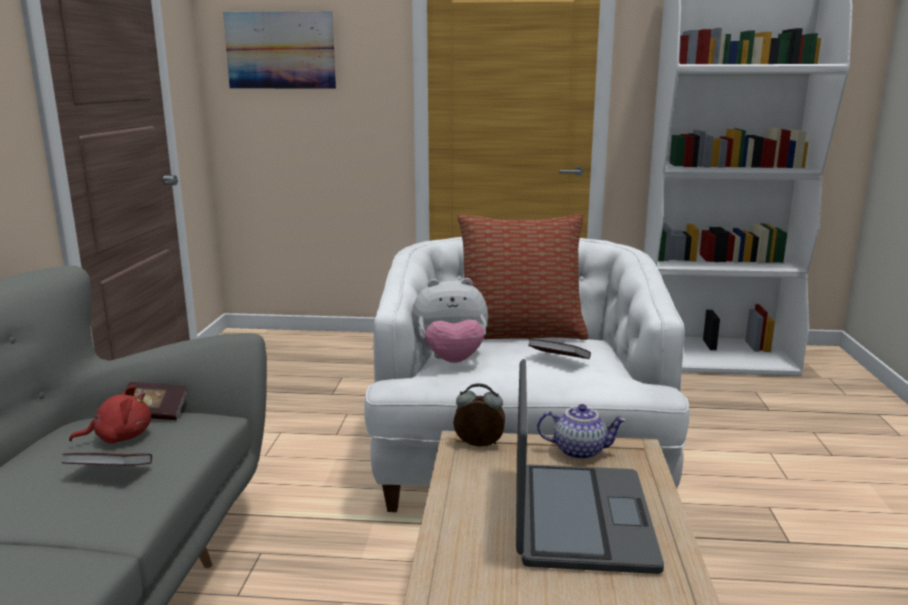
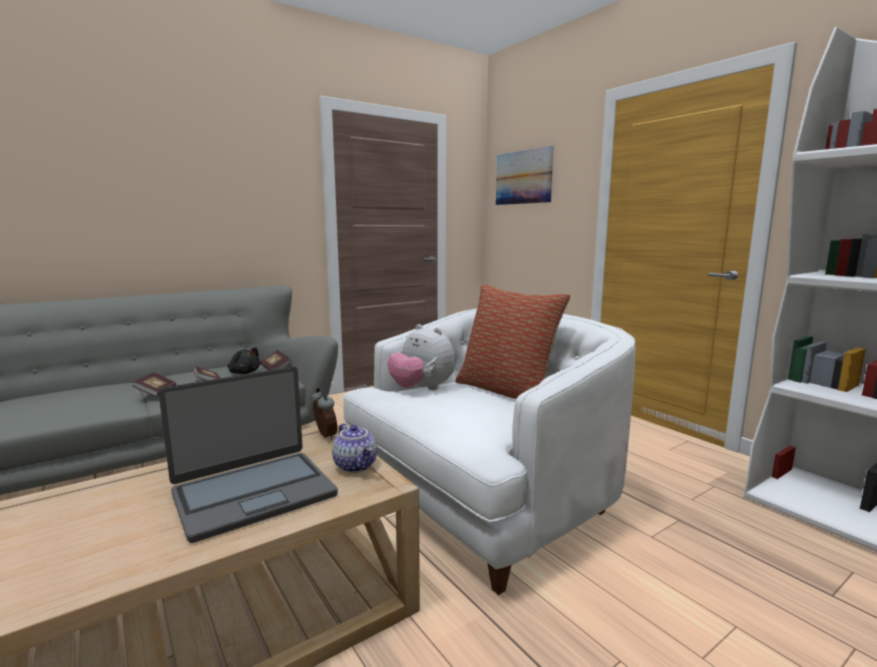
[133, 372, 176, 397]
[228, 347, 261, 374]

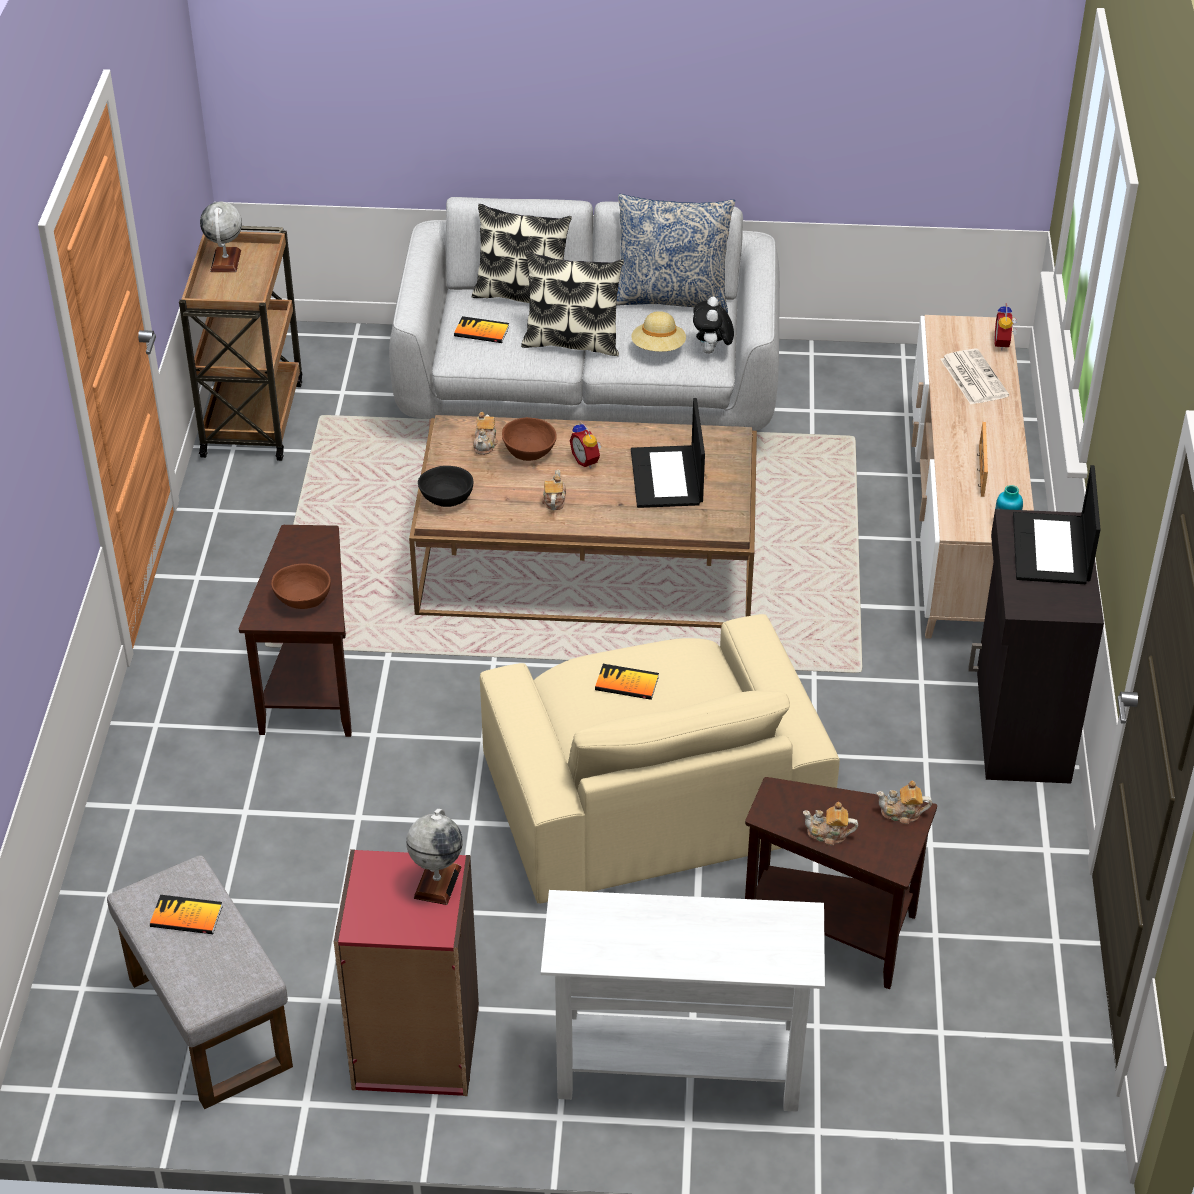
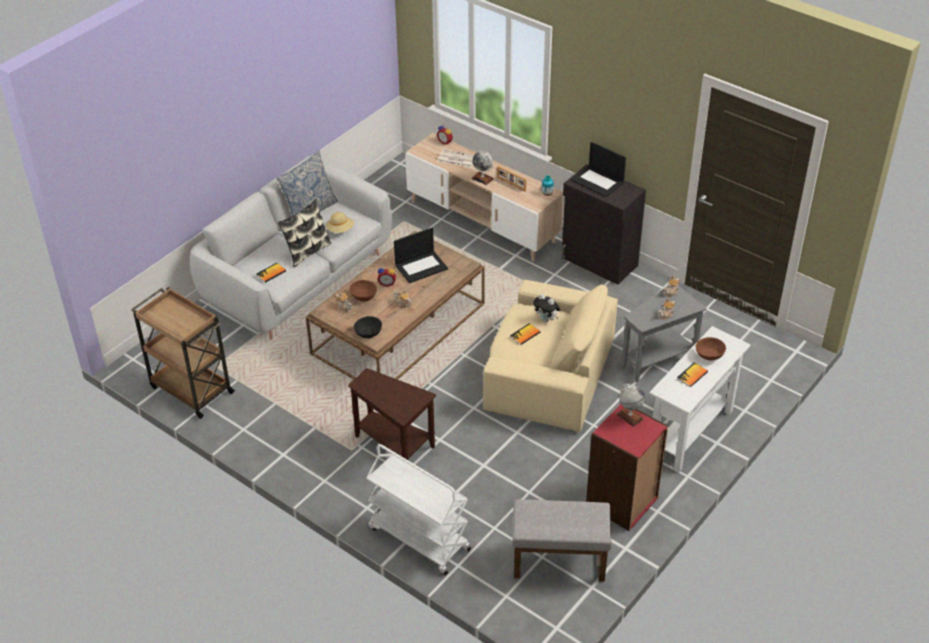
[366, 444, 471, 575]
[394, 228, 448, 283]
[471, 151, 494, 185]
[533, 294, 560, 322]
[621, 285, 707, 383]
[677, 363, 708, 387]
[696, 337, 726, 360]
[472, 204, 572, 303] (first image)

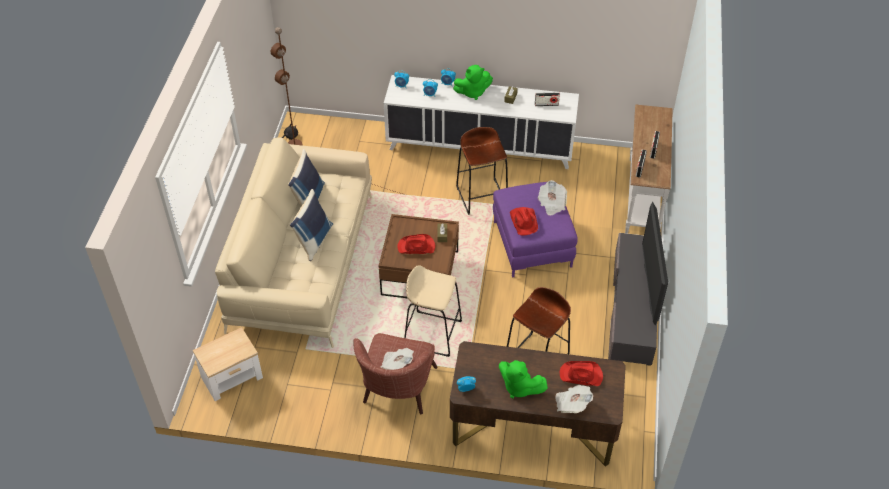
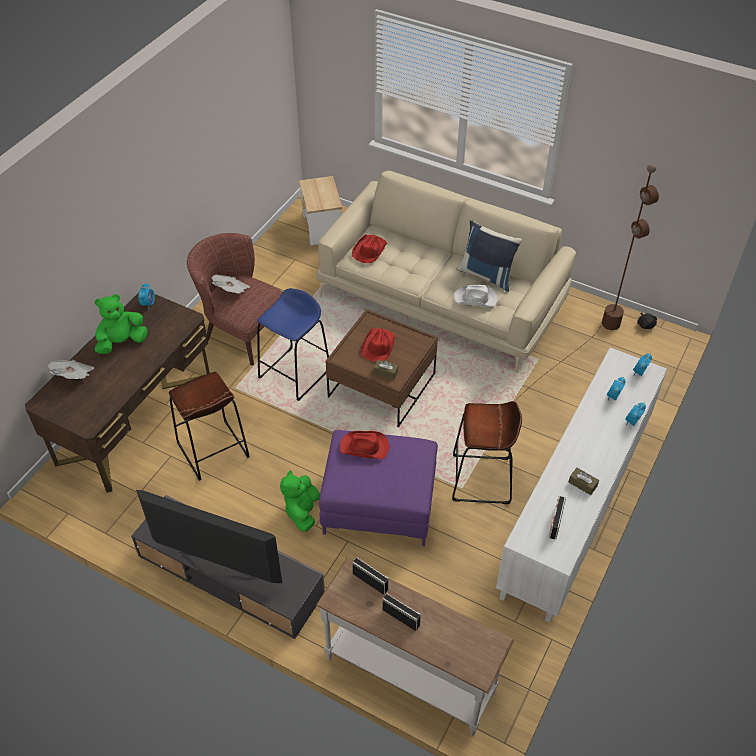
[257, 288, 329, 401]
[280, 470, 320, 532]
[352, 235, 388, 263]
[454, 285, 497, 307]
[290, 189, 333, 261] (first image)
[538, 180, 567, 216] (first image)

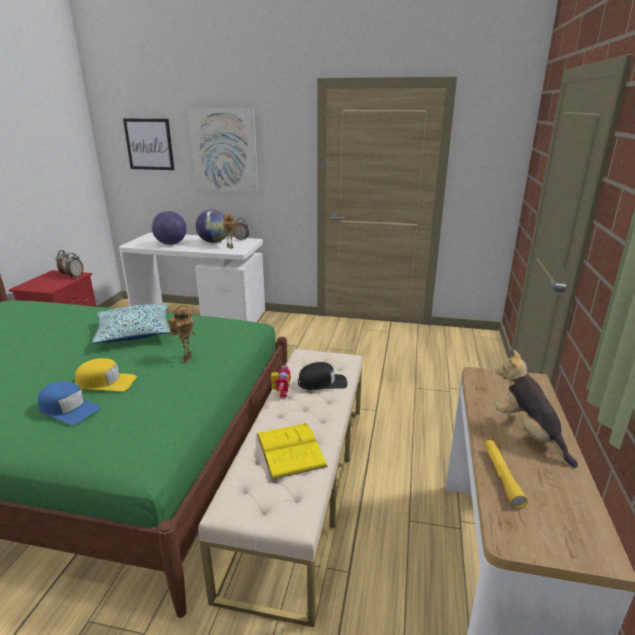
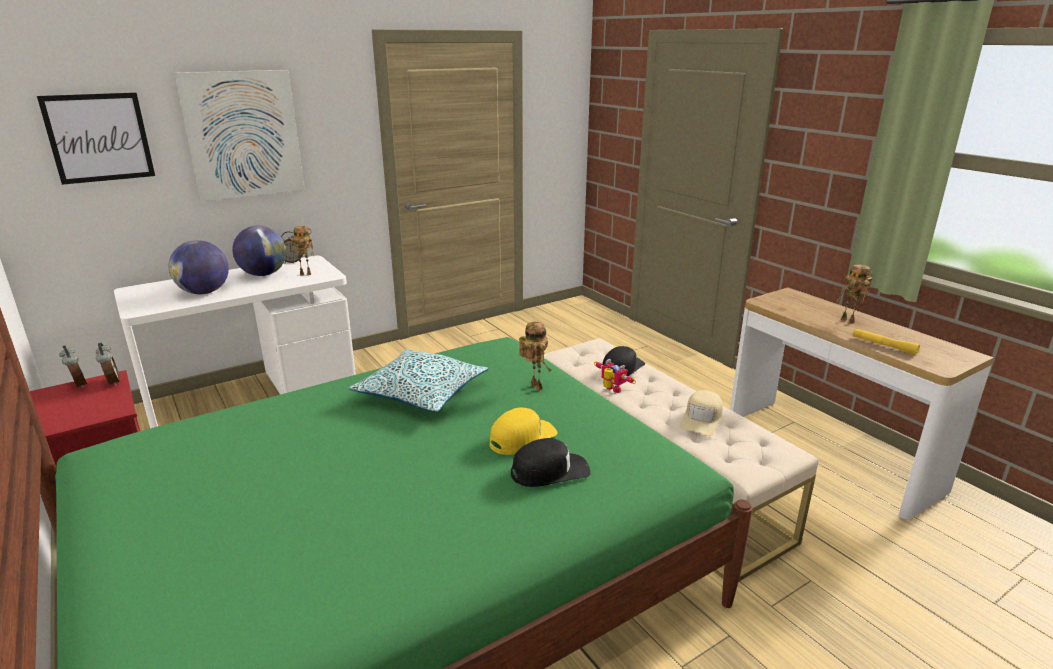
[511, 438, 591, 487]
[680, 390, 723, 436]
[837, 264, 872, 324]

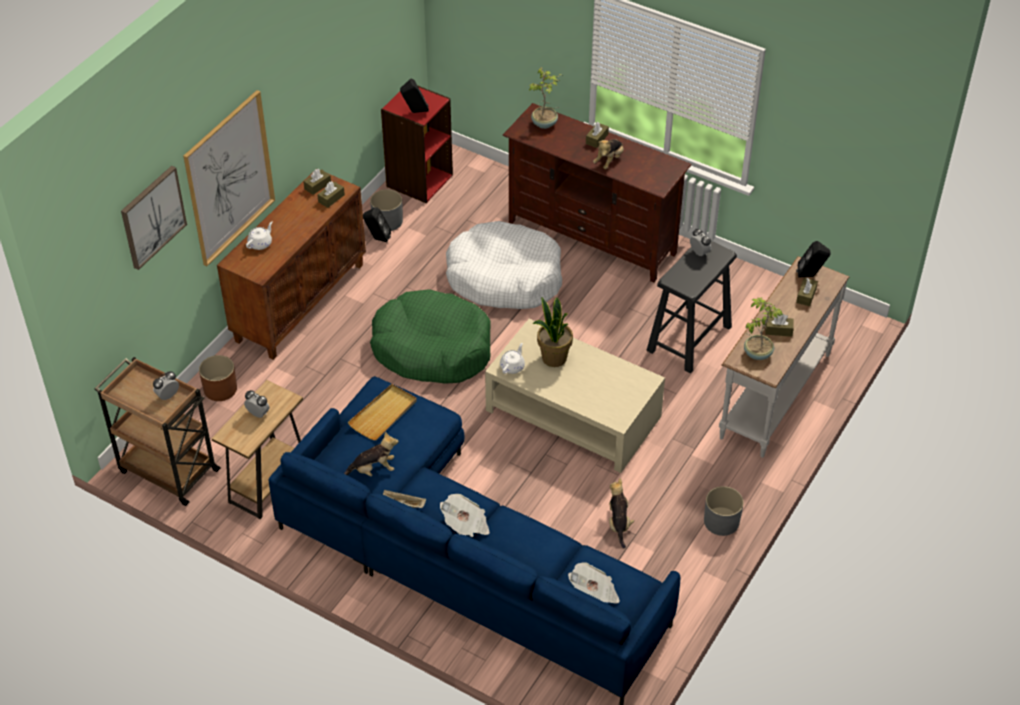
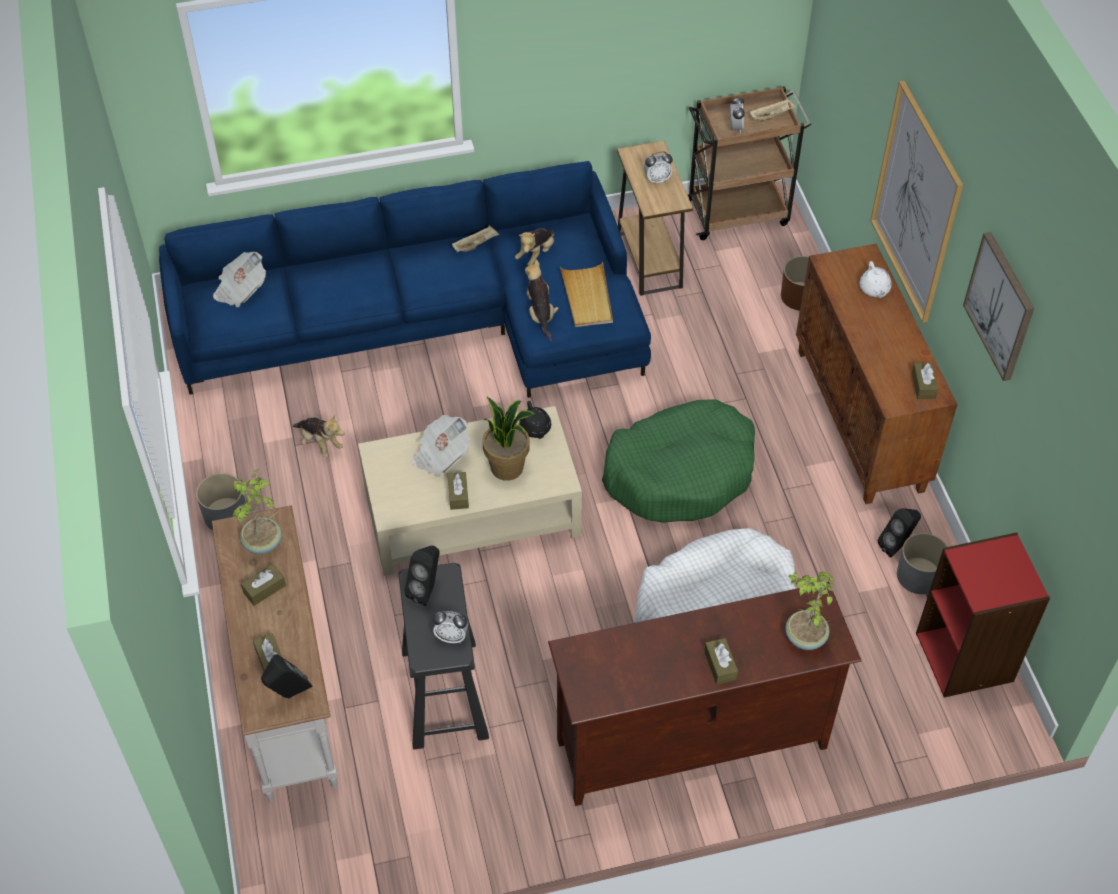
[404, 545, 440, 606]
[411, 415, 471, 477]
[448, 472, 469, 510]
[519, 401, 551, 439]
[525, 259, 559, 340]
[750, 98, 797, 121]
[963, 232, 1034, 381]

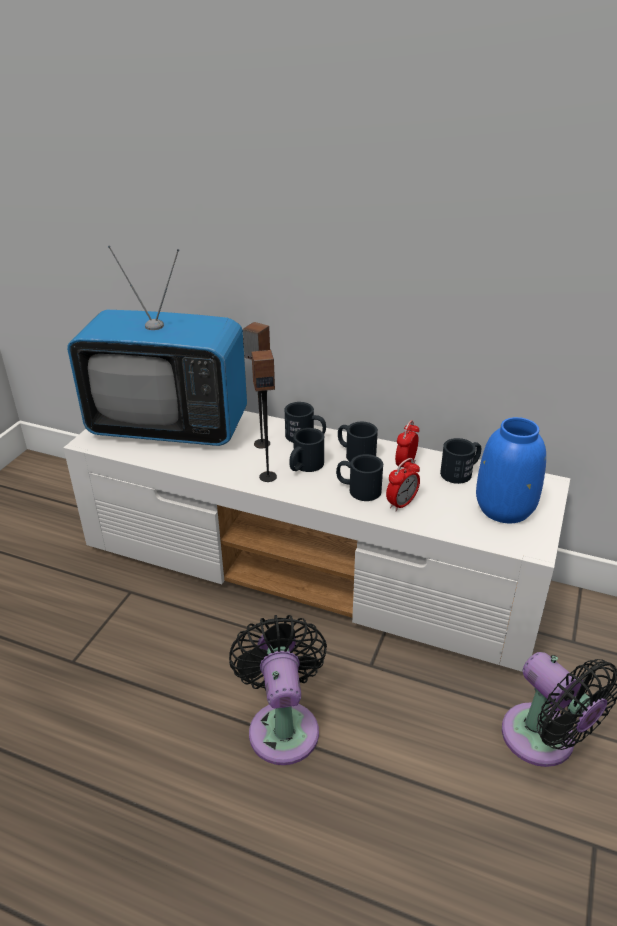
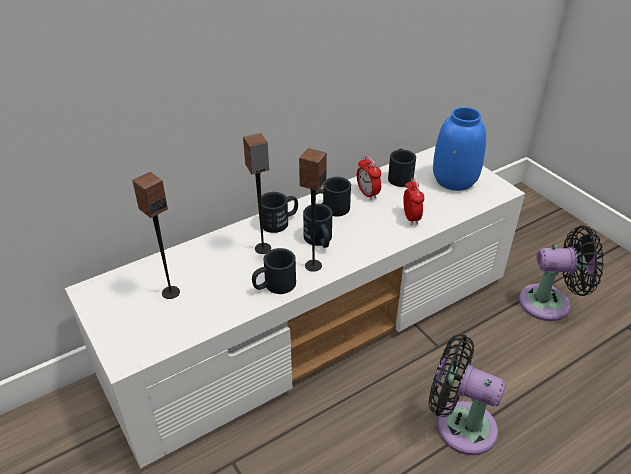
[132, 172, 180, 299]
[252, 248, 296, 294]

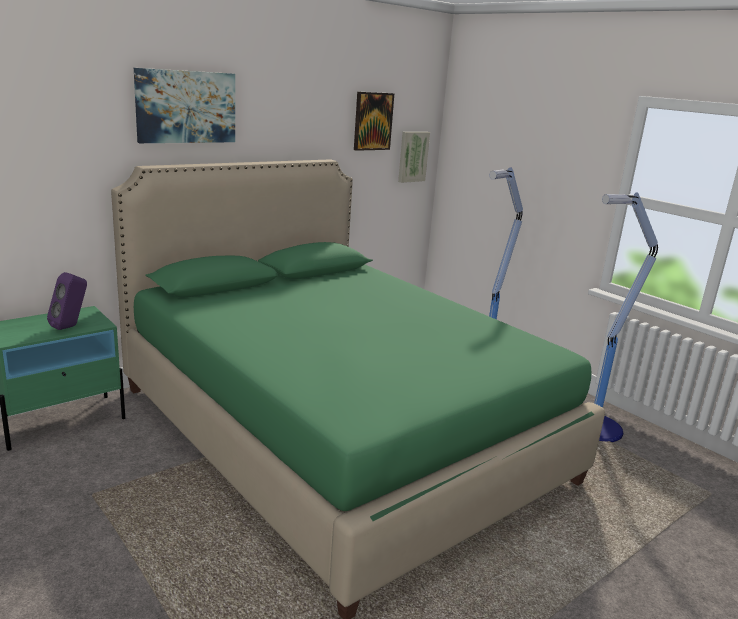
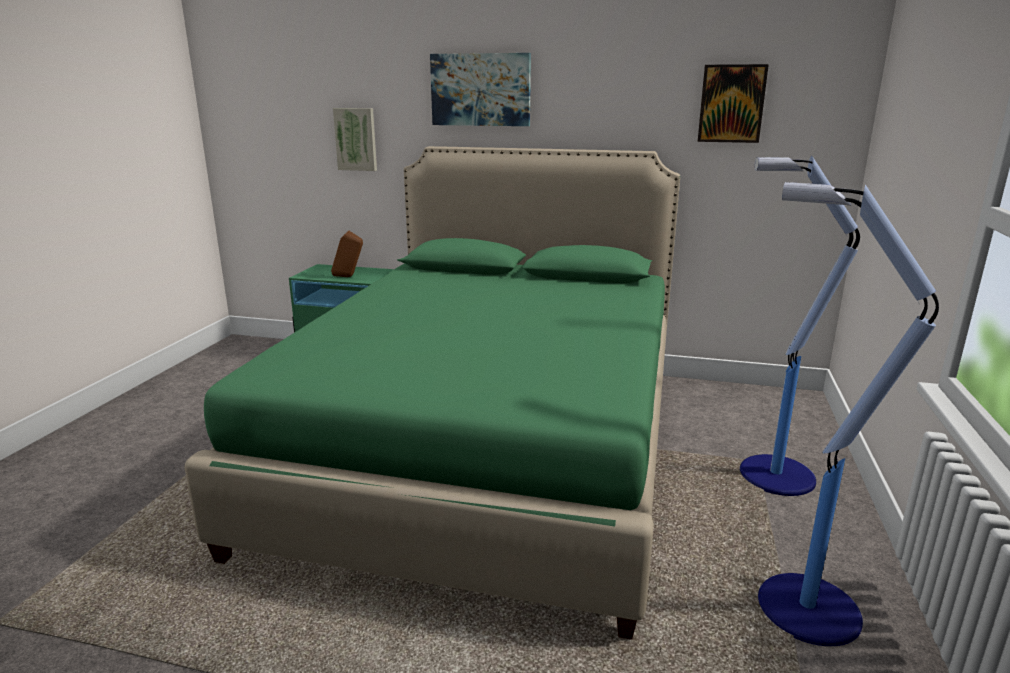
[331, 231, 363, 277]
[333, 108, 377, 171]

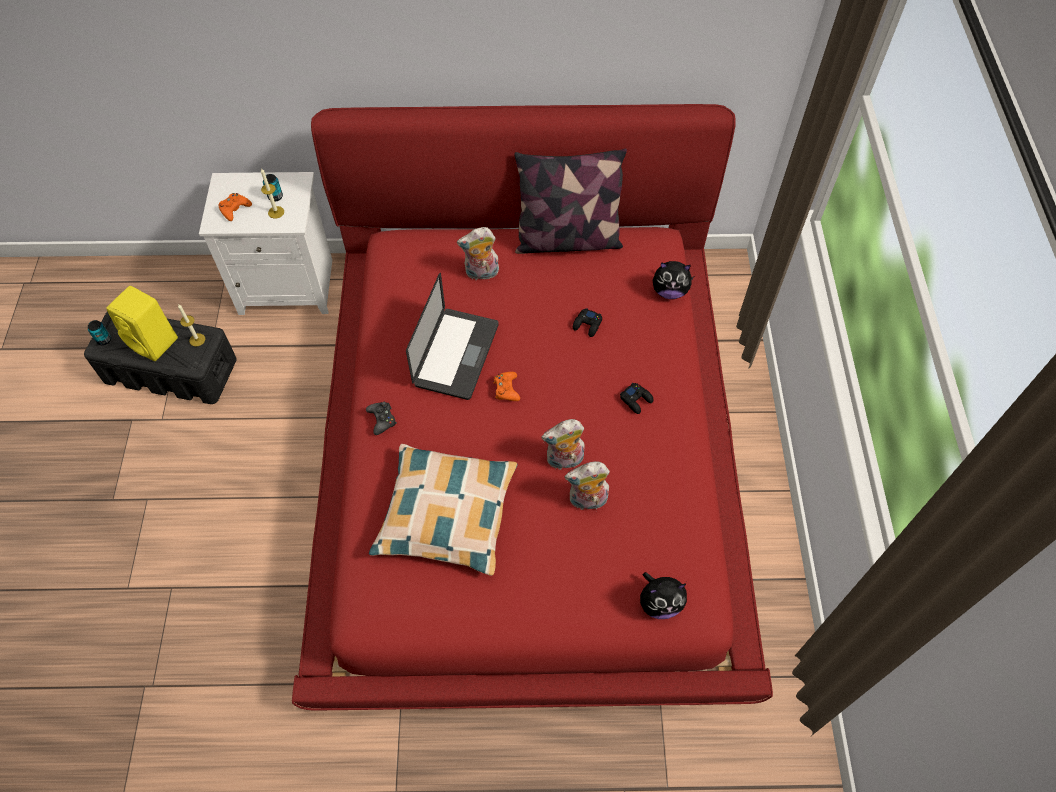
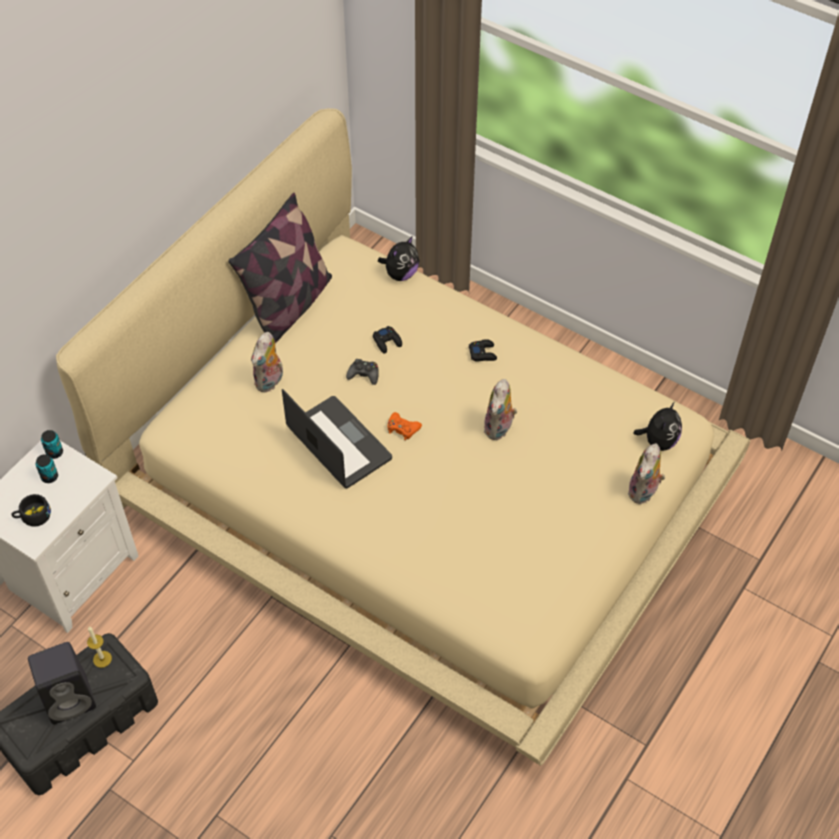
[11, 494, 51, 527]
[28, 642, 96, 724]
[41, 430, 63, 459]
[56, 108, 750, 766]
[346, 359, 379, 385]
[628, 443, 665, 504]
[261, 168, 284, 219] (first image)
[369, 444, 518, 576] (first image)

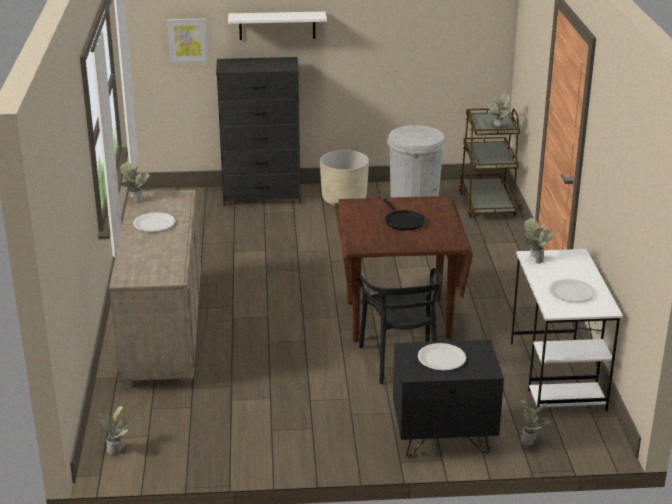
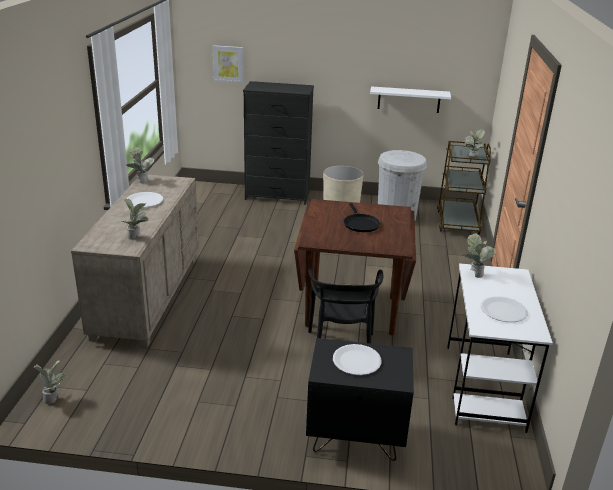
[122, 199, 148, 239]
[370, 86, 451, 113]

